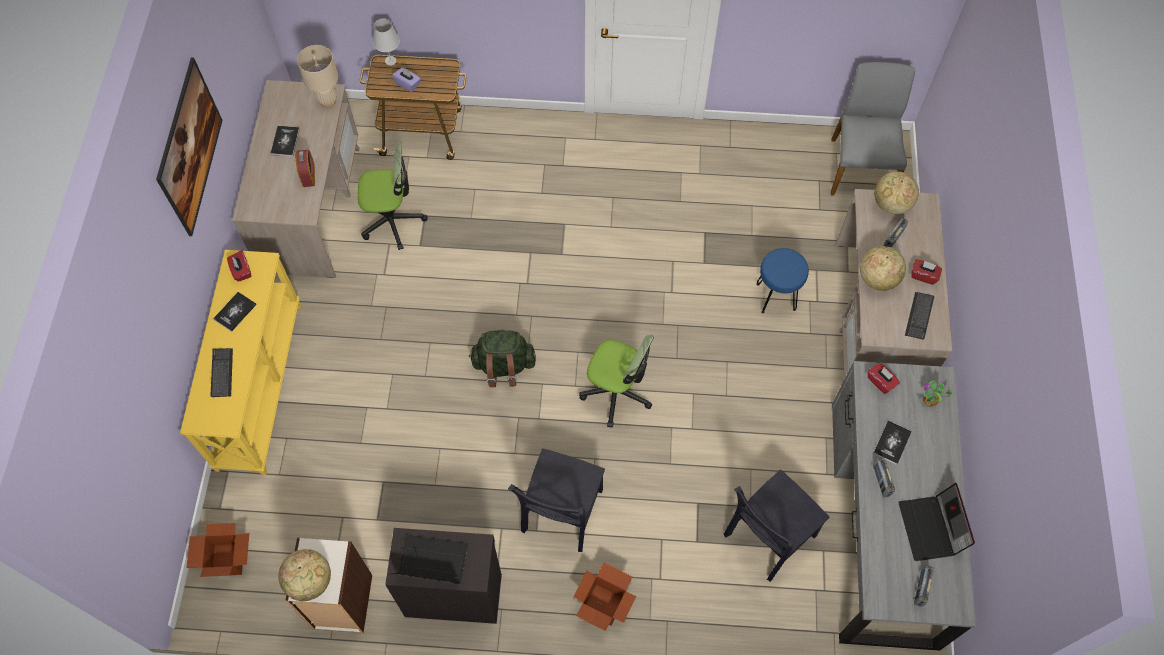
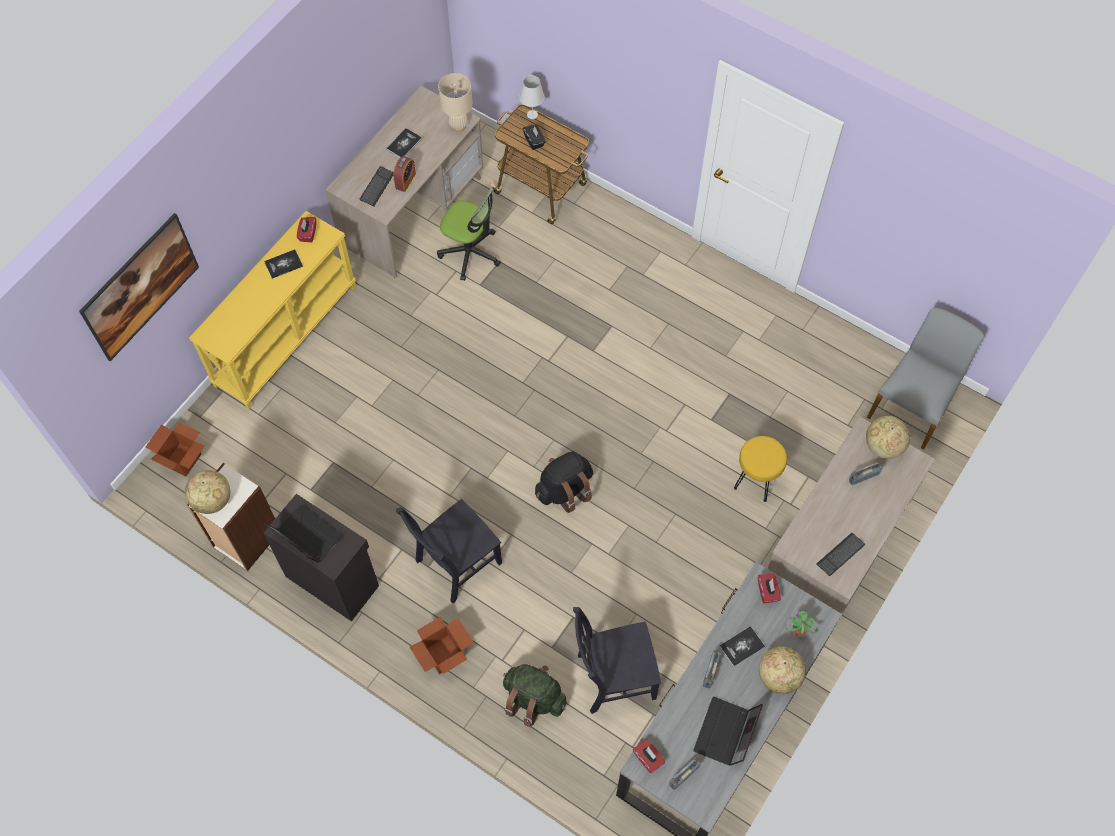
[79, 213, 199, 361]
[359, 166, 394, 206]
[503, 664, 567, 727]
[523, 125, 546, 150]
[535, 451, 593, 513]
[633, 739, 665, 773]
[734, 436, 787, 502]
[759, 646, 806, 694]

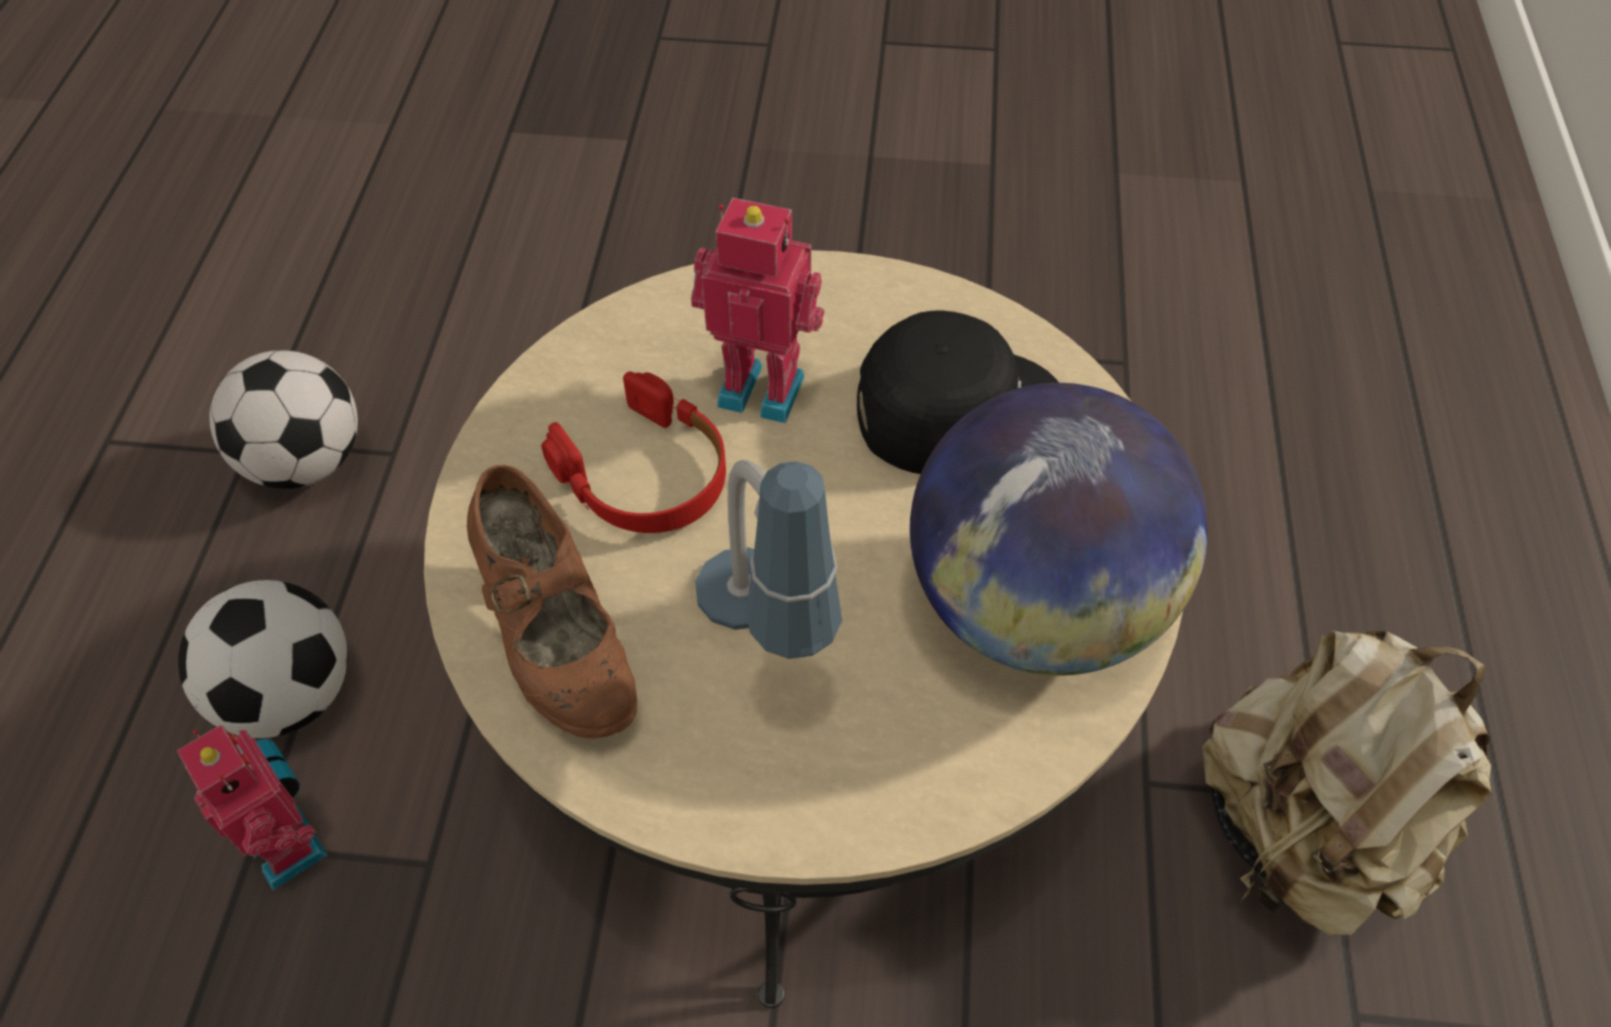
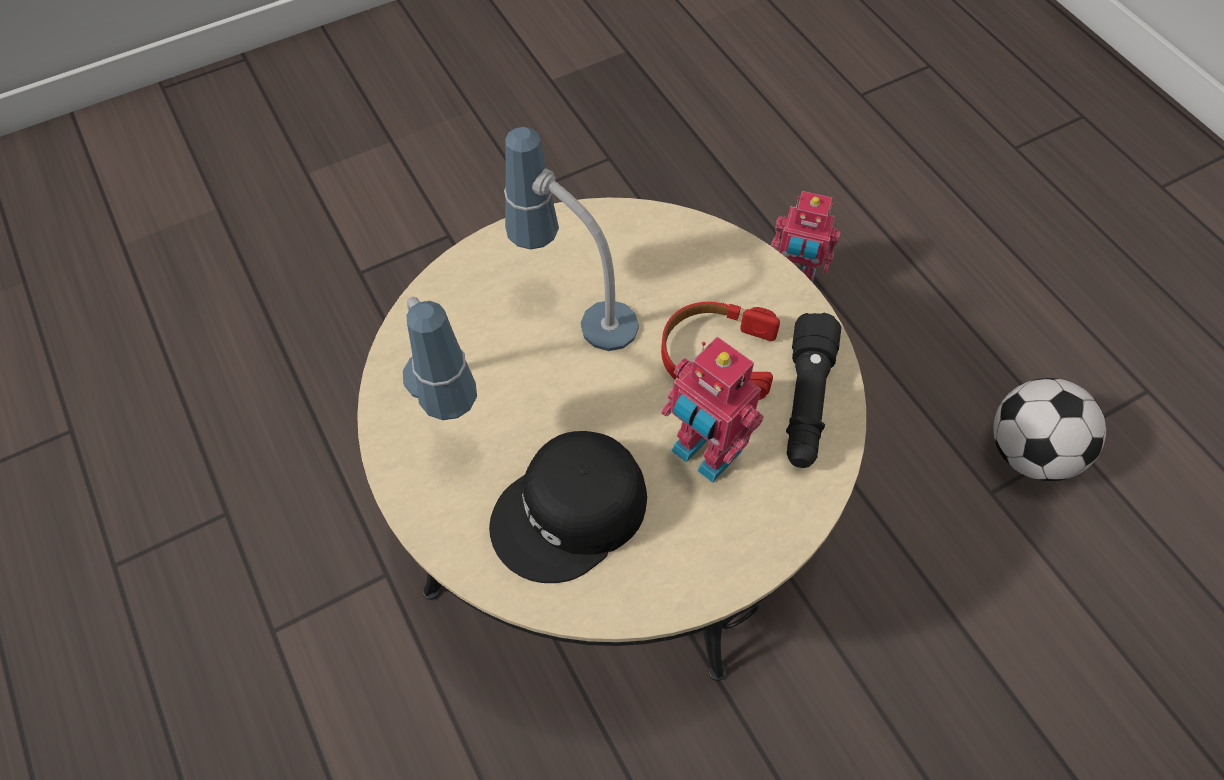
[403, 297, 477, 420]
[661, 336, 764, 483]
[786, 312, 841, 468]
[178, 580, 348, 738] (first image)
[467, 465, 637, 739] (first image)
[1202, 630, 1492, 936] (first image)

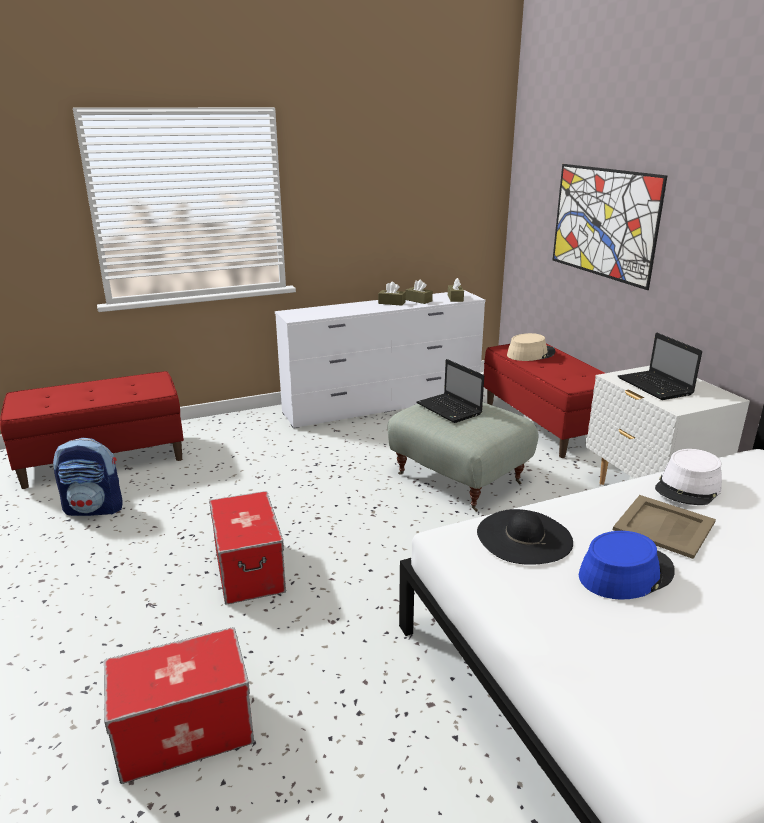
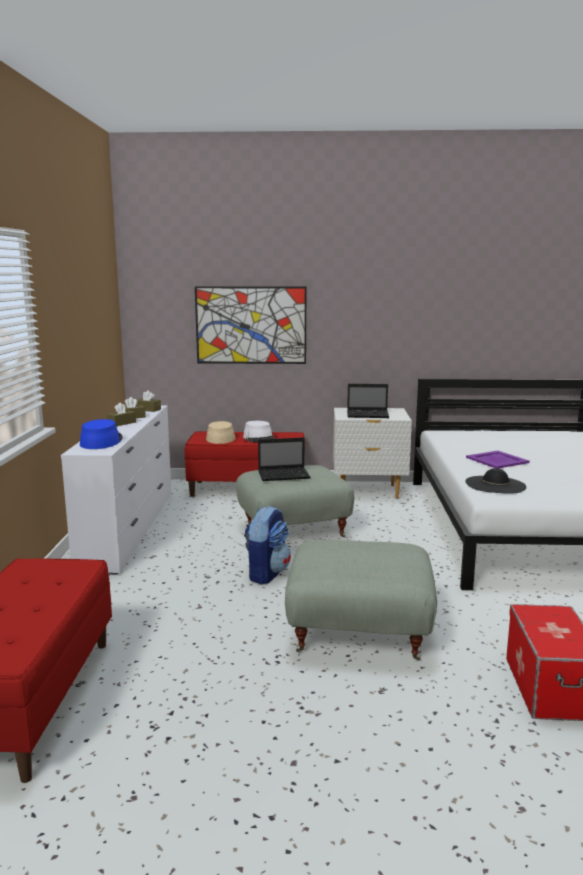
[80, 419, 123, 449]
[243, 421, 275, 442]
[244, 506, 291, 584]
[285, 540, 437, 661]
[466, 451, 530, 468]

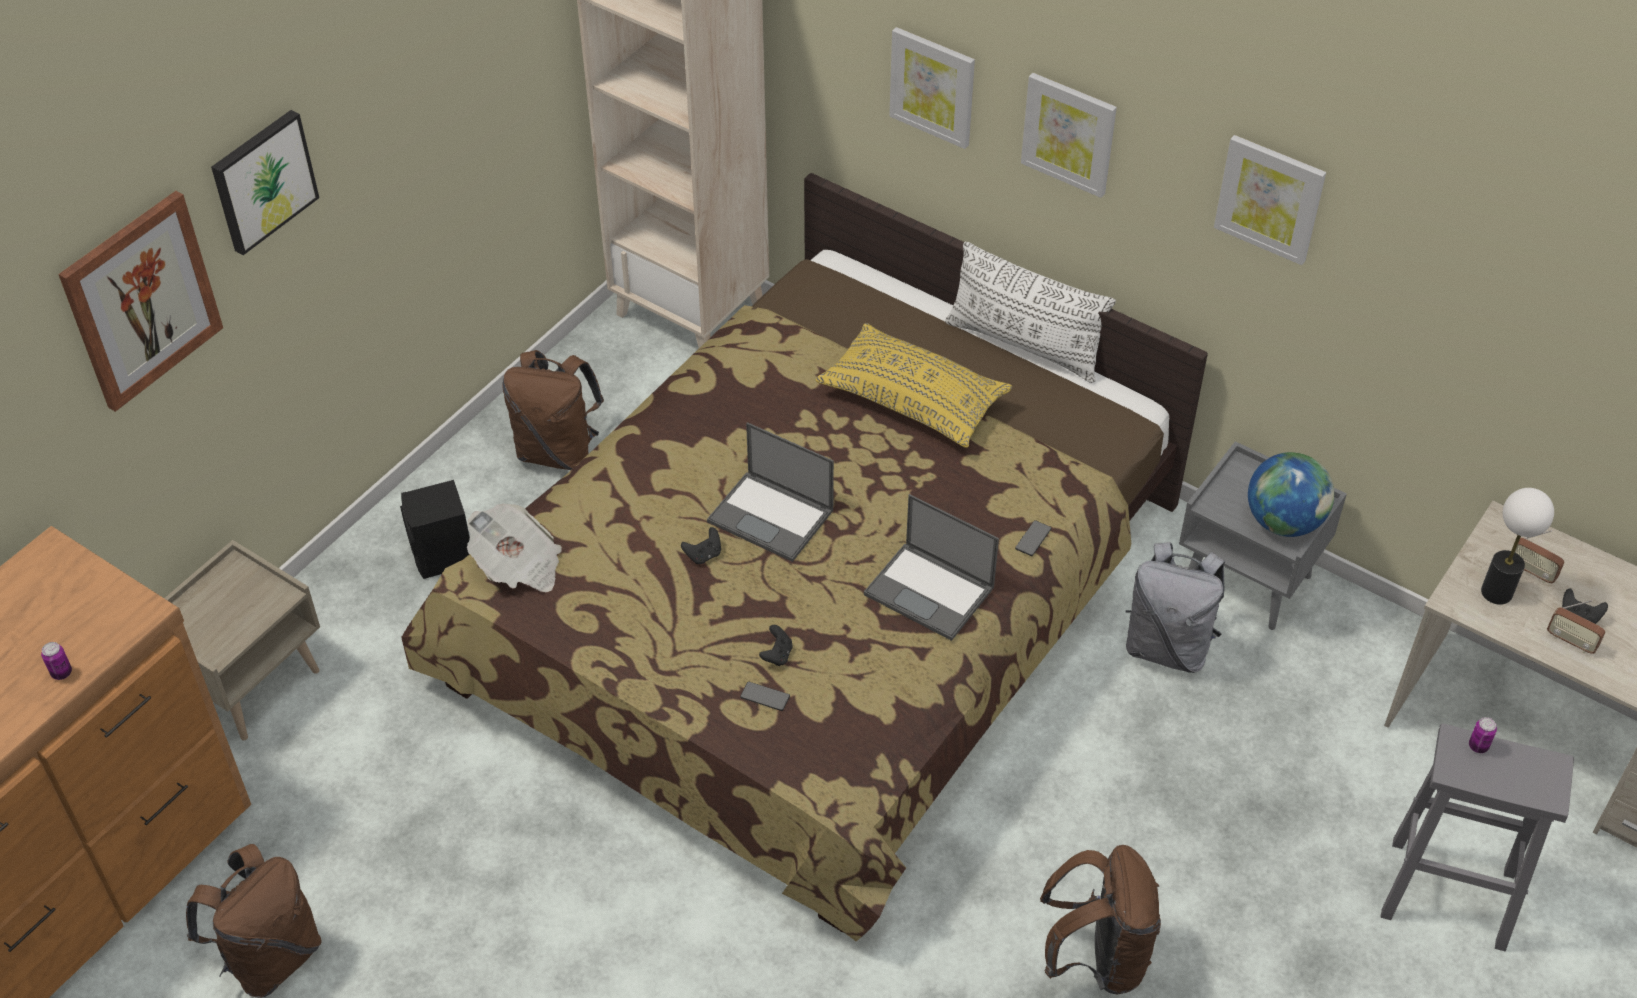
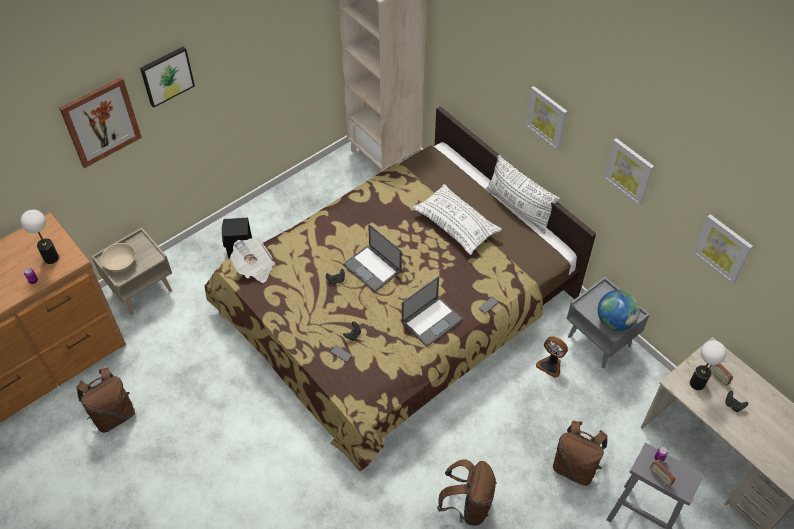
[21, 210, 59, 264]
[101, 243, 136, 272]
[402, 276, 463, 347]
[412, 184, 502, 255]
[536, 336, 568, 378]
[553, 421, 607, 486]
[650, 460, 676, 487]
[692, 214, 753, 284]

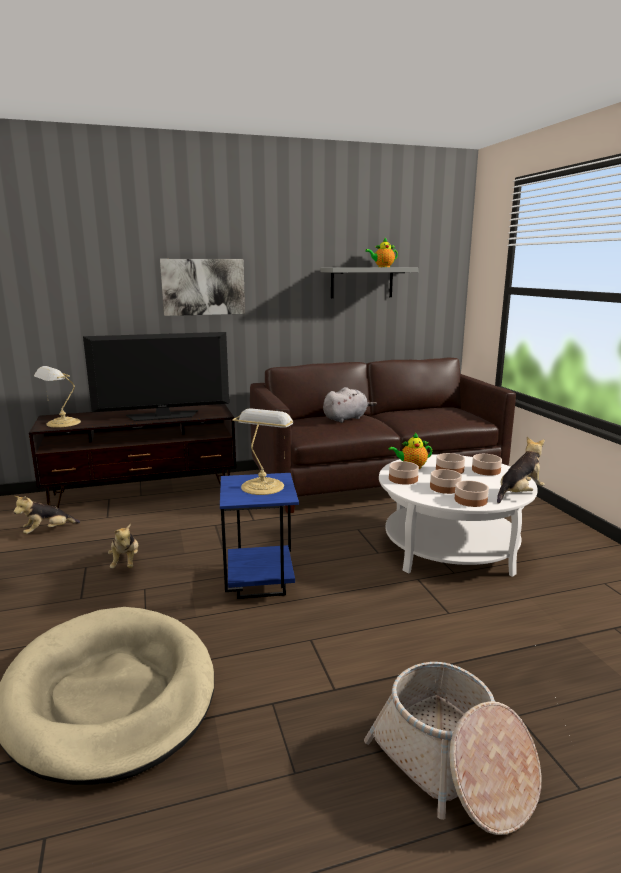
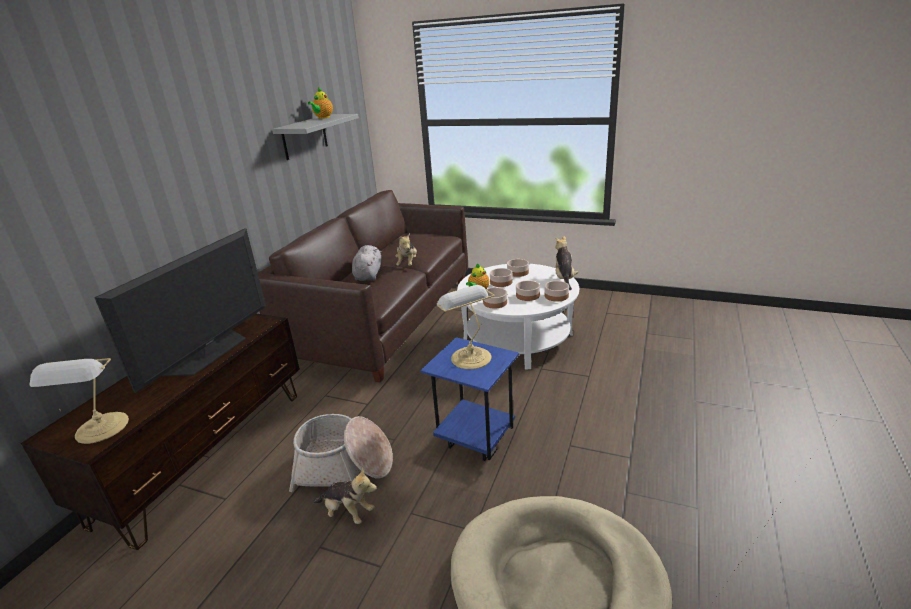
[289, 414, 393, 492]
[396, 233, 417, 266]
[160, 259, 245, 316] (first image)

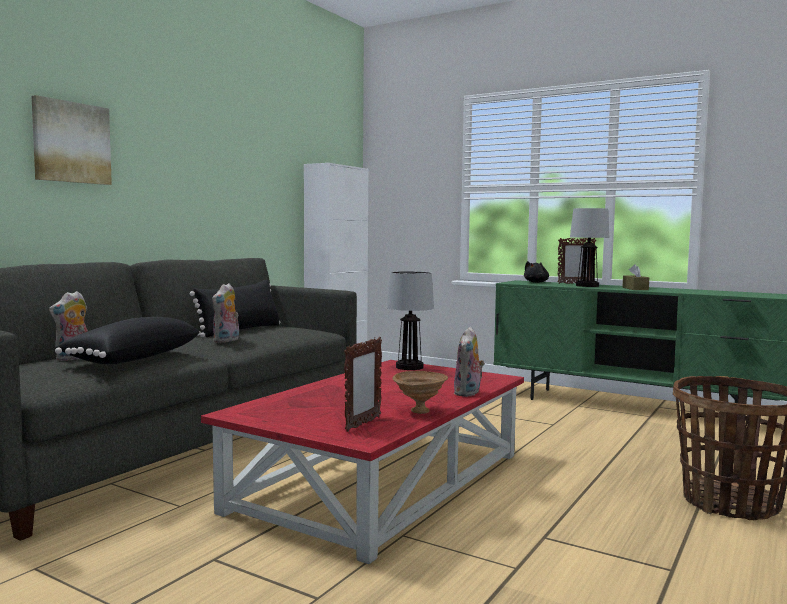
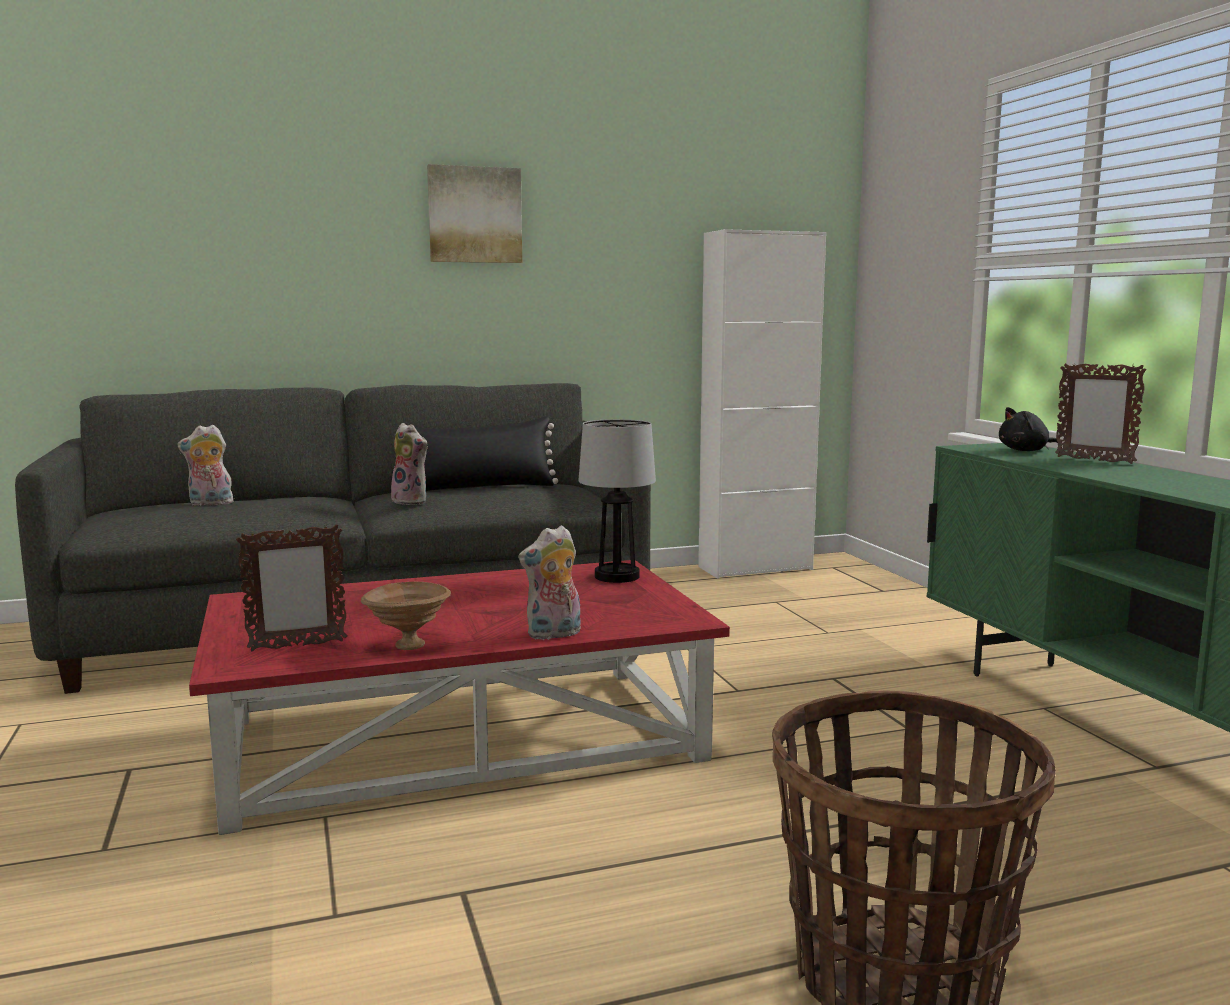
[387, 423, 428, 505]
[427, 164, 522, 263]
[55, 317, 201, 364] (first image)
[570, 208, 609, 287] (first image)
[622, 264, 649, 290] (first image)

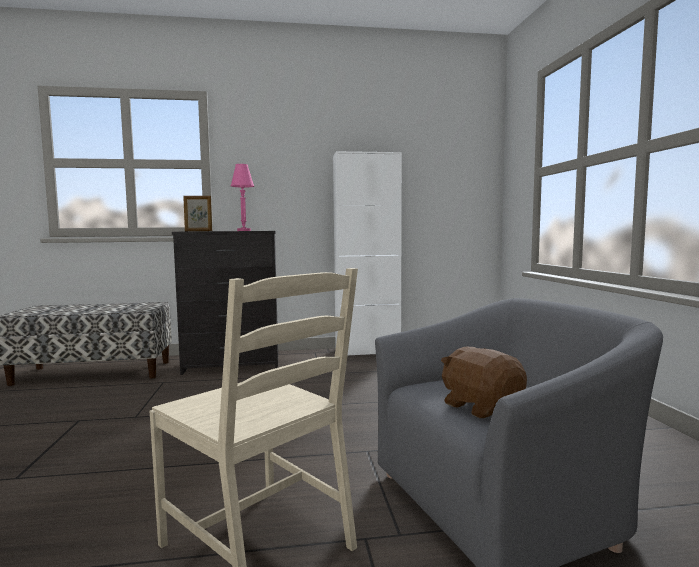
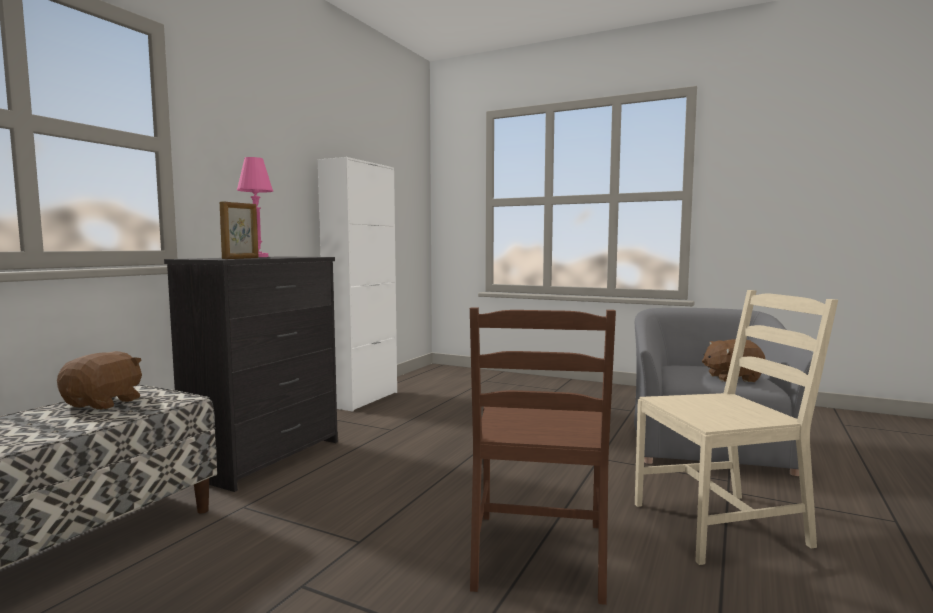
[57, 351, 142, 410]
[470, 307, 616, 605]

